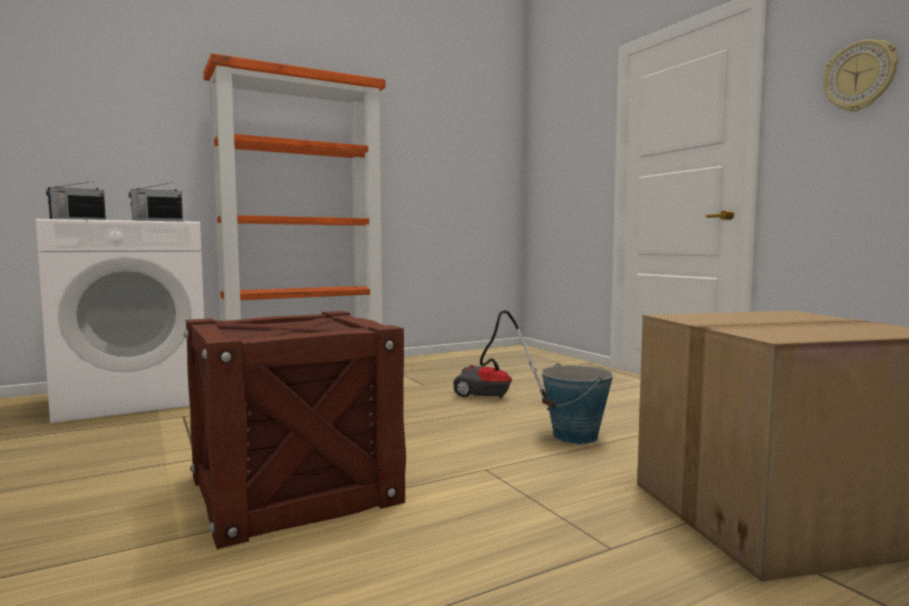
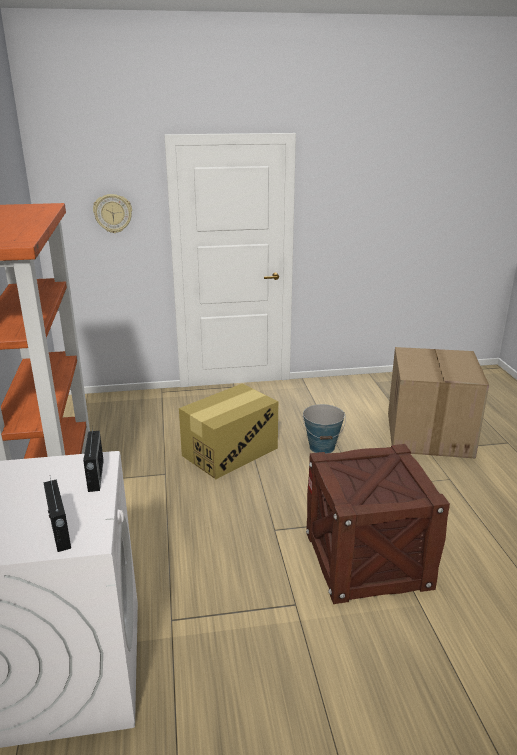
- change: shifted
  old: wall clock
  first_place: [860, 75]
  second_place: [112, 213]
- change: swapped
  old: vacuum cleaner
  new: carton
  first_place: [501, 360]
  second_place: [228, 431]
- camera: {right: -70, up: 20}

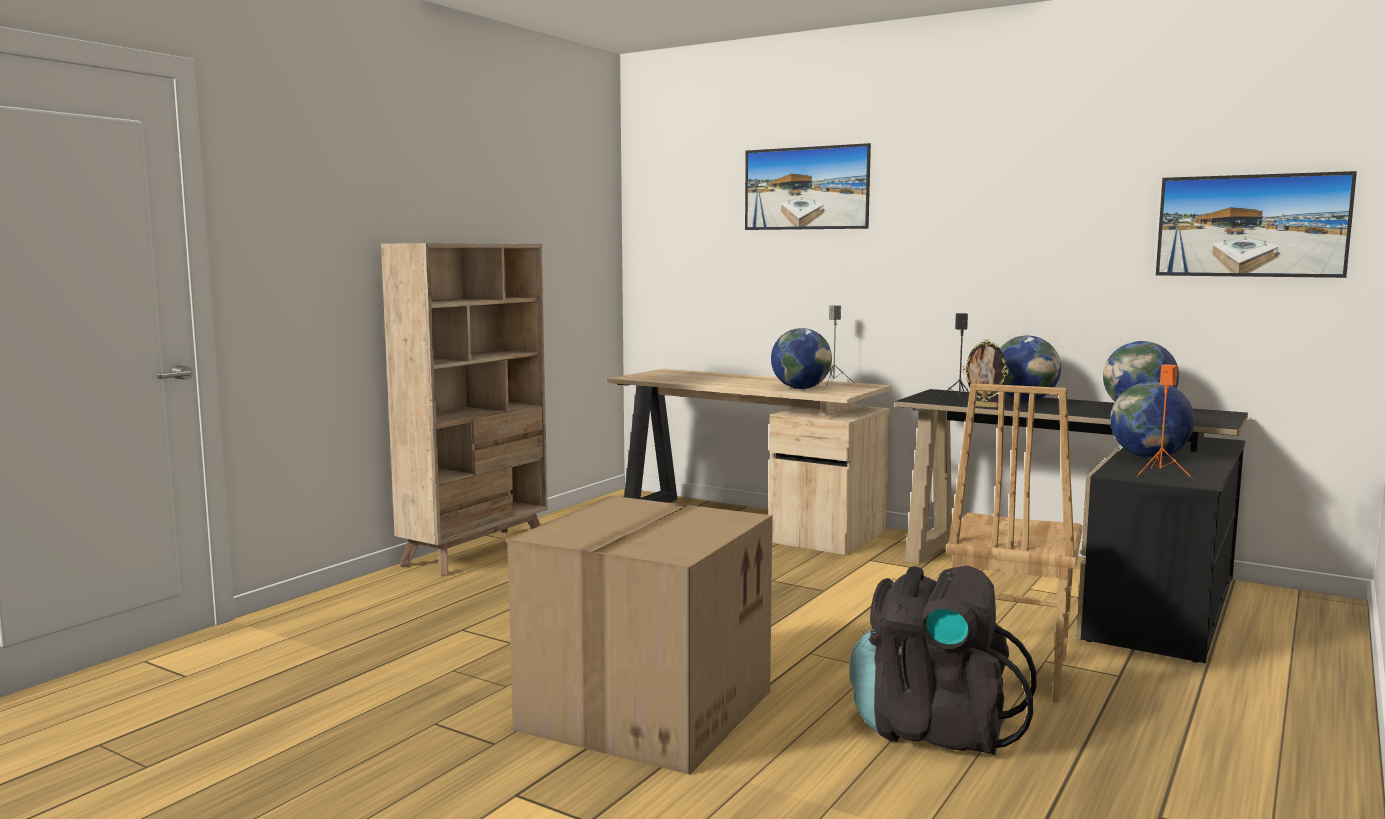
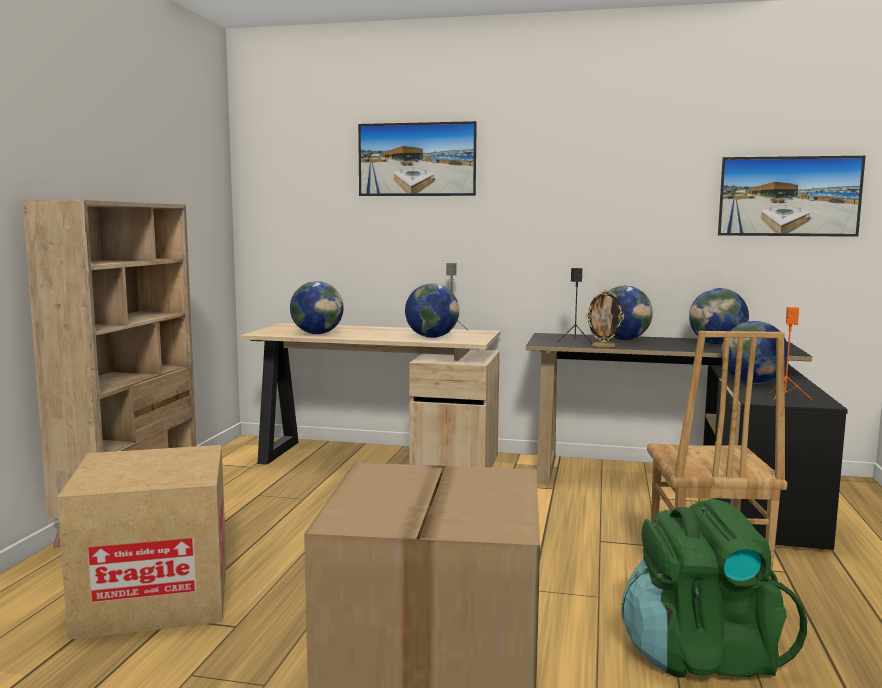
- change: new
  new: carton
  second_place: [141, 542]
- change: new
  new: world globe
  second_place: [317, 307]
- change: repainted
  old: backpack/blackish
  new: backpack/green
  first_place: [943, 660]
  second_place: [714, 588]
- camera: {right: -20, up: 0}

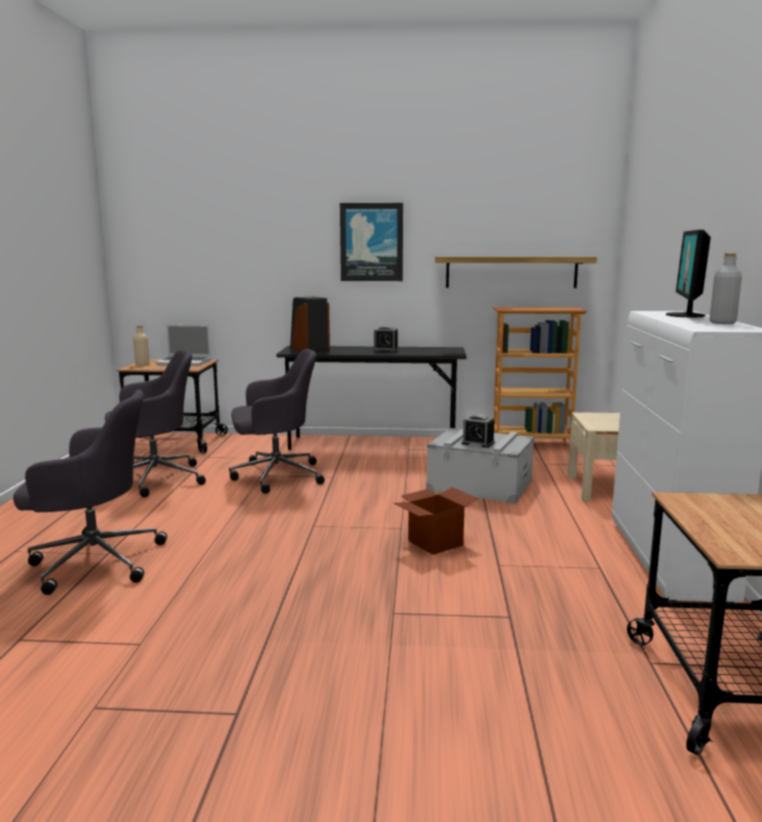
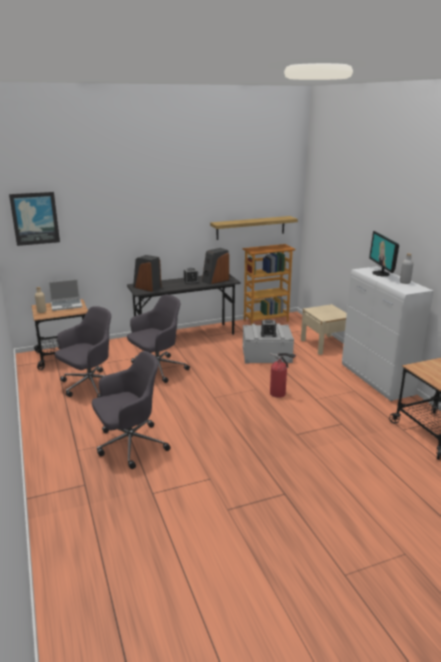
- change: shifted
  old: wall picture
  first_place: [371, 242]
  second_place: [34, 219]
- change: new
  new: speaker
  second_place: [215, 266]
- change: swapped
  old: carton
  new: fire extinguisher
  first_place: [436, 521]
  second_place: [283, 375]
- camera: {right: -25, up: 10}

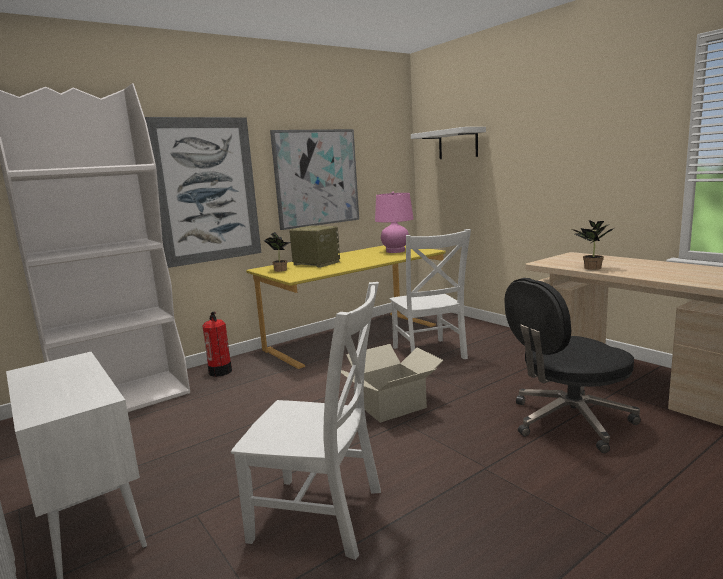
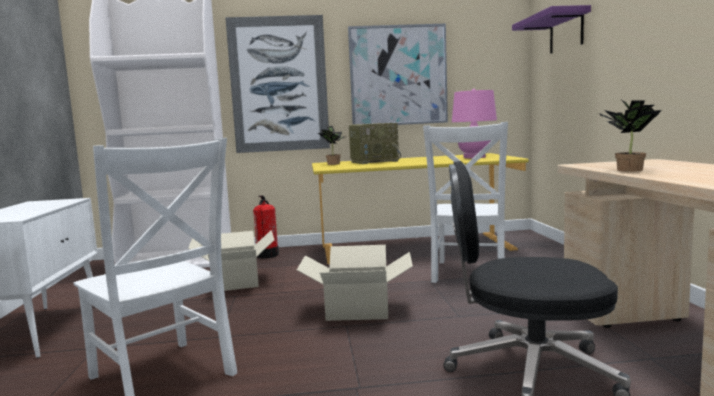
- change: new
  new: carton
  second_place: [231, 260]
- change: rotated
  old: radio
  first_place: [314, 247]
  second_place: [375, 143]
  degrees: 90
- change: repainted
  old: wall shelf/white-coloured
  new: wall shelf/purple-coloured
  first_place: [448, 143]
  second_place: [551, 29]
- camera: {right: 30, up: -5}

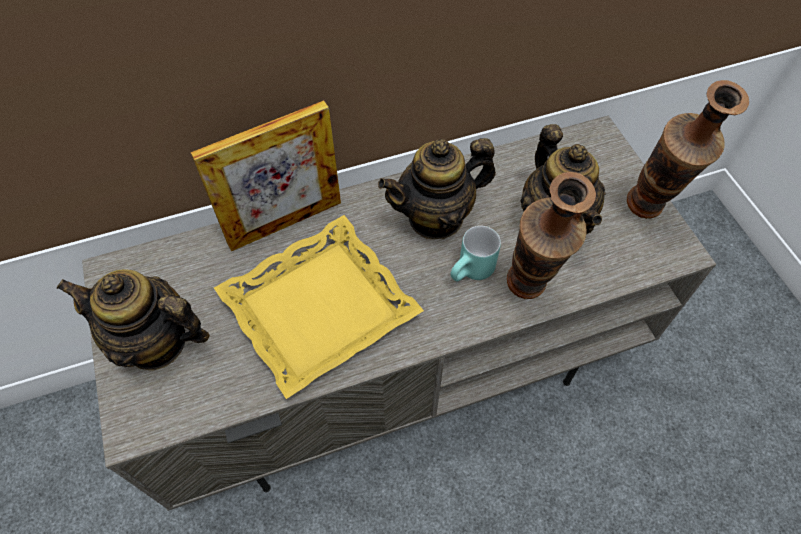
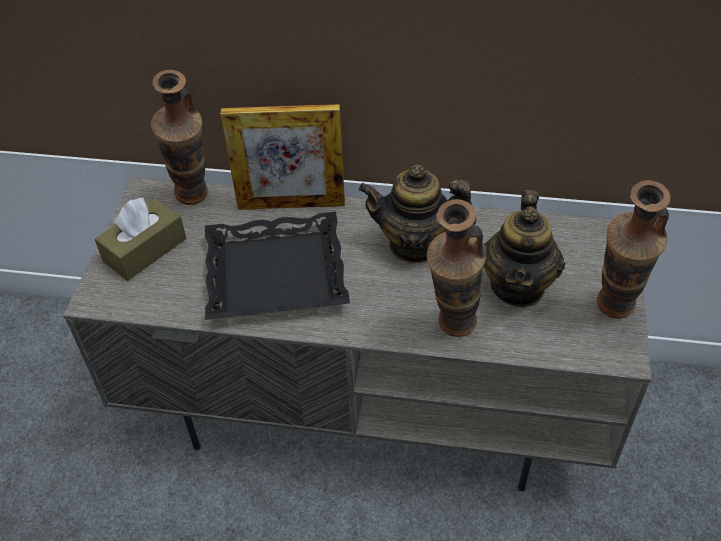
- change: swapped
  old: teapot
  new: tissue holder/brown-coloured
  first_place: [133, 320]
  second_place: [140, 239]
- change: new
  new: decorative vase
  second_place: [179, 137]
- change: repainted
  old: serving tray/yellowish
  new: serving tray/blackish
  first_place: [319, 307]
  second_place: [277, 266]
- change: gone
  old: tea mug/blue-green
  first_place: [475, 253]
- camera: {right: 30, up: -10}

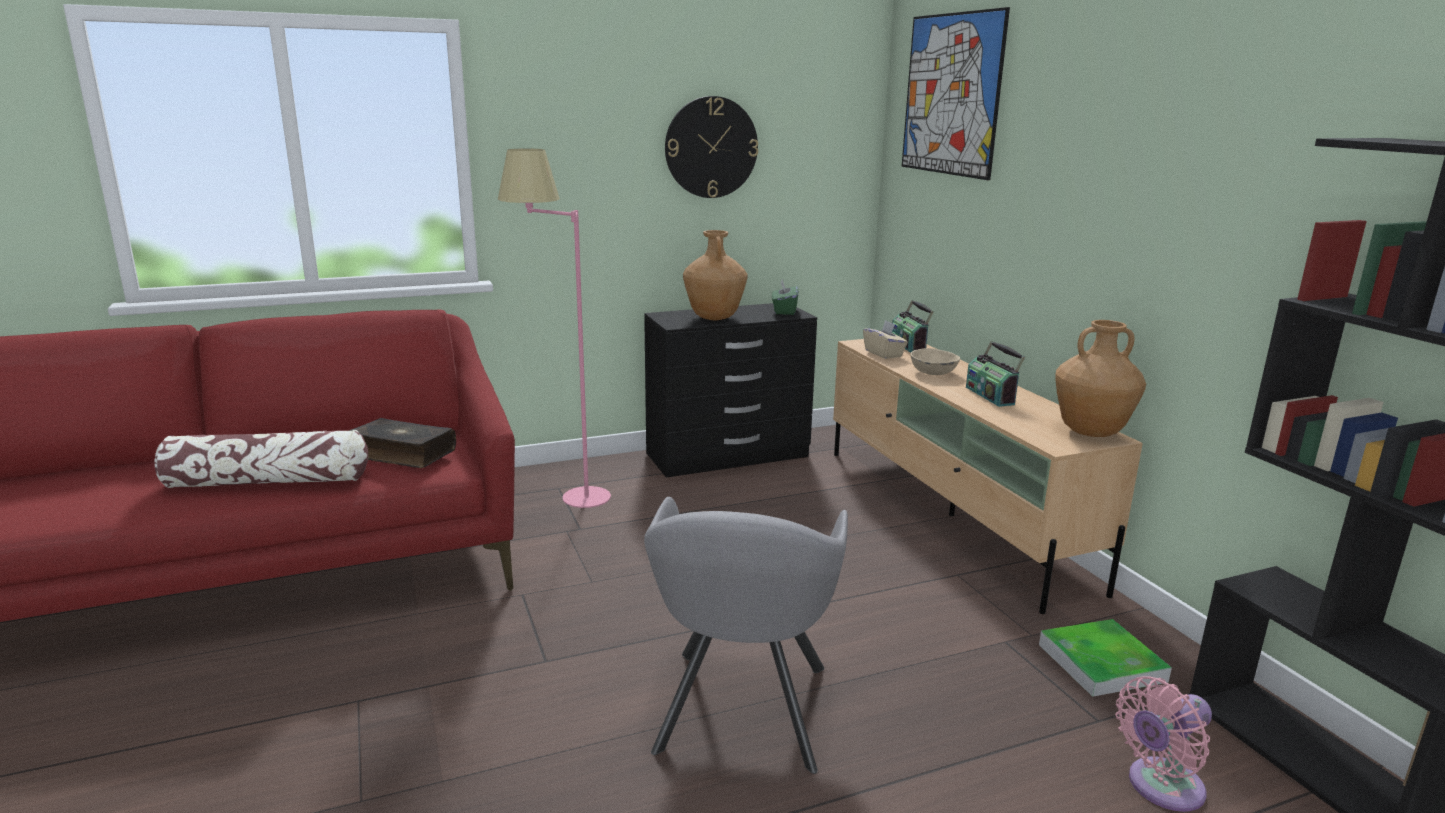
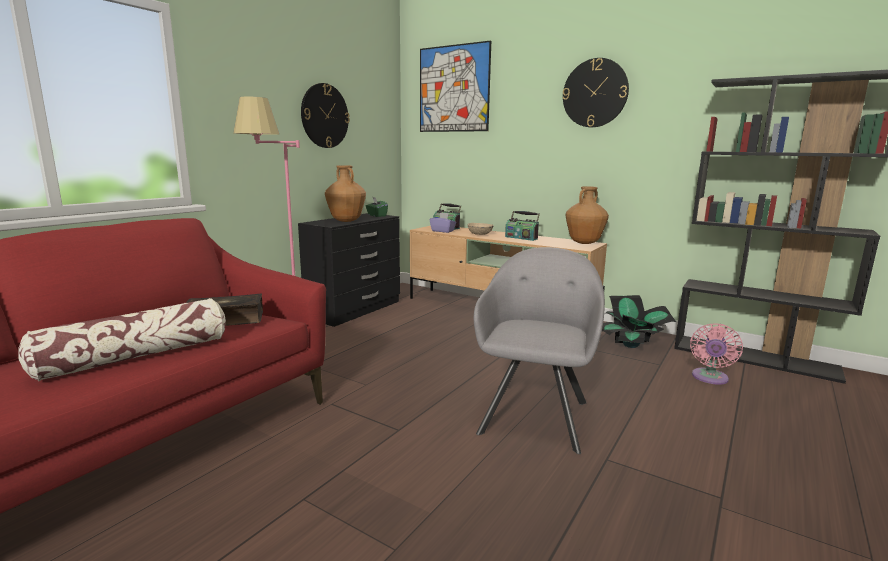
- change: repainted
  old: tissue holder/beige
  new: tissue holder/purple-coloured
  first_place: [885, 339]
  second_place: [443, 222]
- change: rotated
  old: lounge chair/grey
  first_place: [746, 635]
  second_place: [539, 350]
  degrees: -135
- change: new
  new: wall clock
  second_place: [596, 92]
- change: swapped
  old: serving tray
  new: potted plant
  first_place: [1105, 658]
  second_place: [639, 321]
- camera: {right: -35, up: -5}

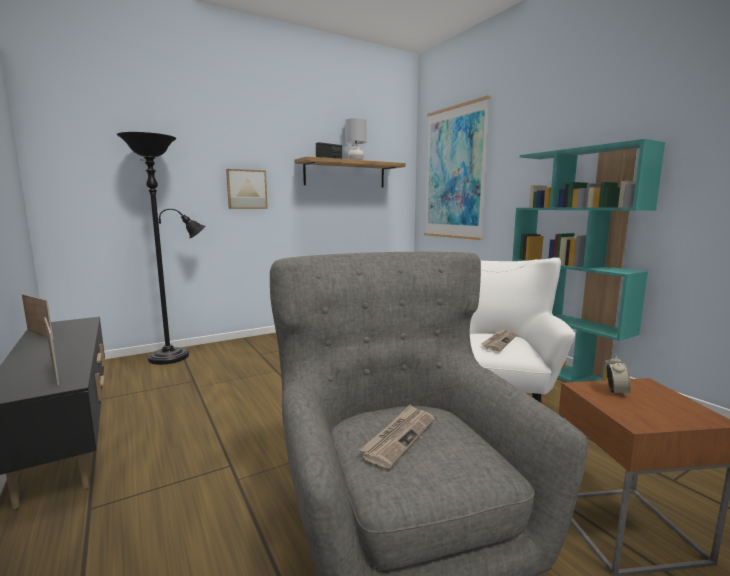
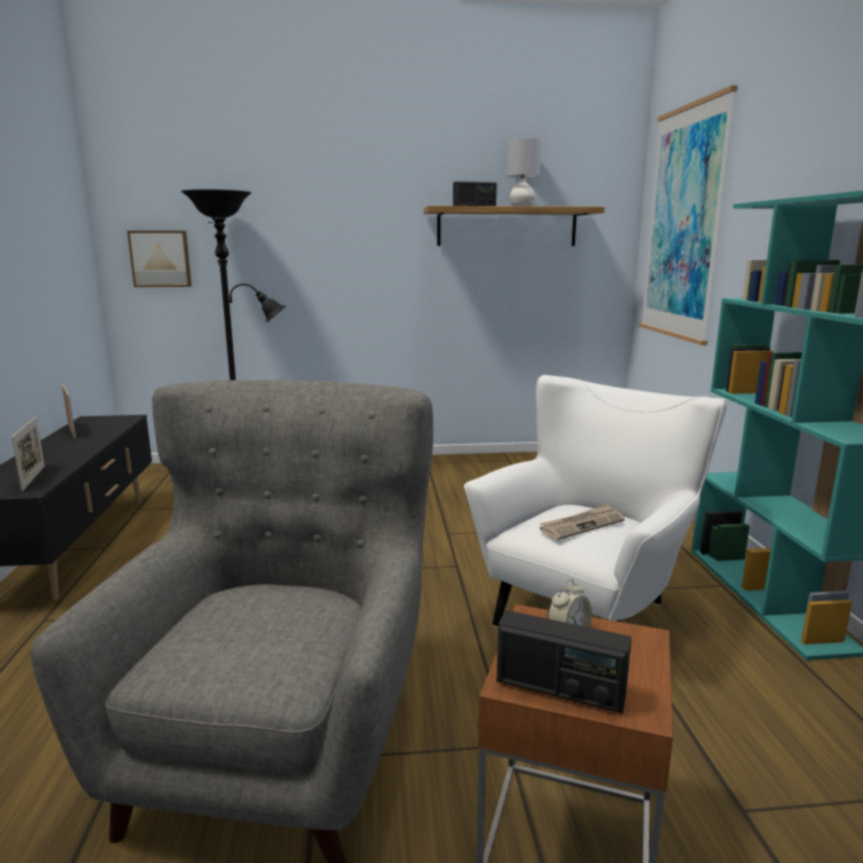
- change: shifted
  old: wall picture
  first_place: [247, 189]
  second_place: [159, 259]
- change: new
  new: radio
  second_place: [564, 662]
- change: gone
  old: newspaper
  first_place: [397, 436]
- camera: {right: 25, up: 5}

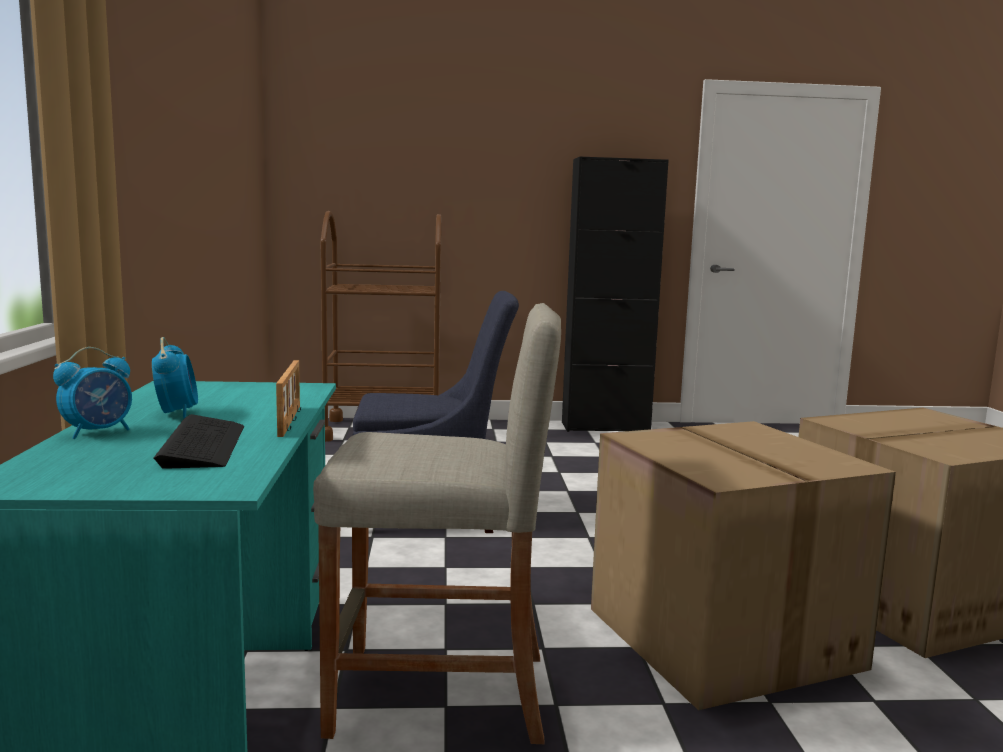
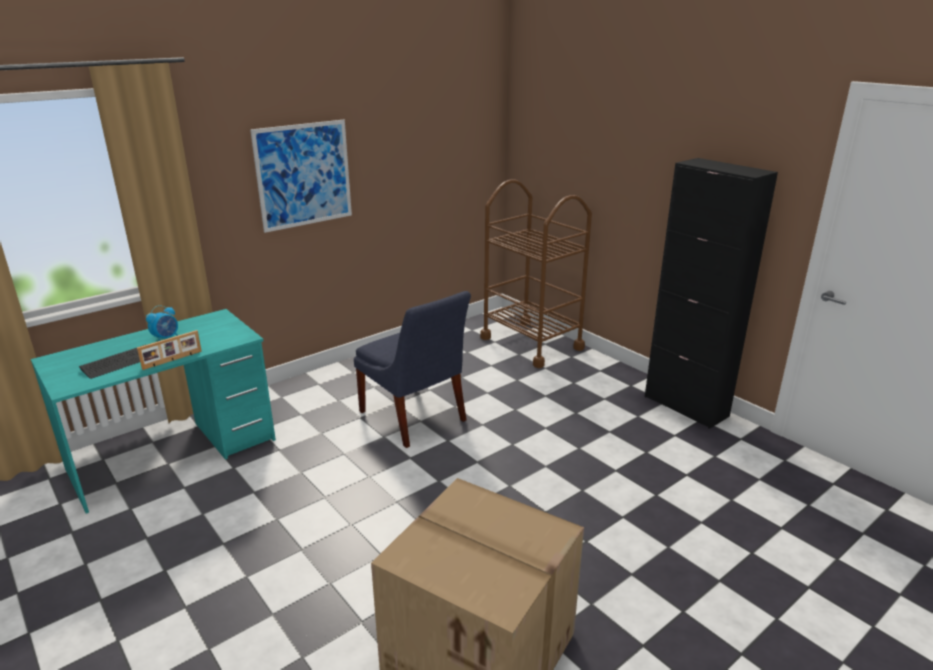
- change: new
  new: wall picture
  second_place: [301, 176]
- change: gone
  old: bedside clock
  first_place: [92, 393]
- change: gone
  old: stool/beige
  first_place: [437, 523]
- change: gone
  old: carton
  first_place: [743, 565]
- camera: {right: 55, up: 15}

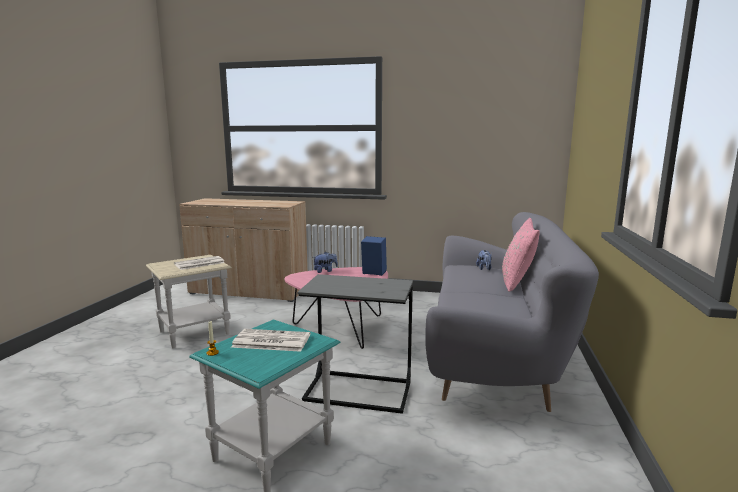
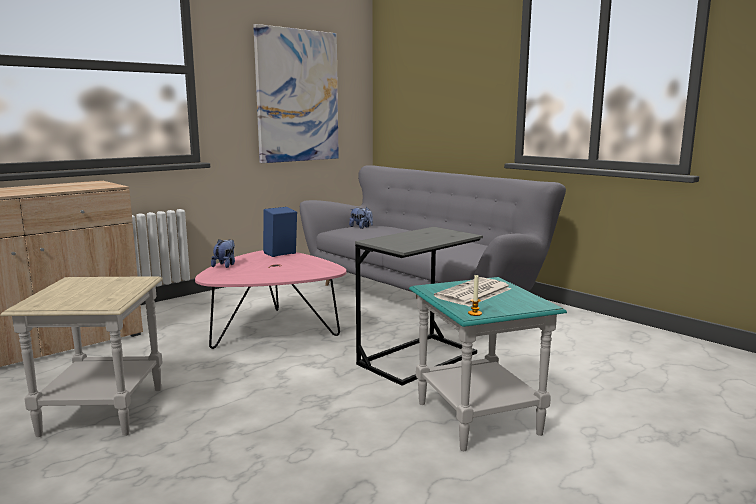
- change: new
  new: wall picture
  second_place: [296, 93]
- change: gone
  old: newspaper
  first_place: [199, 263]
- change: gone
  old: cushion/pink
  first_place: [521, 255]
- camera: {right: -55, up: 0}

